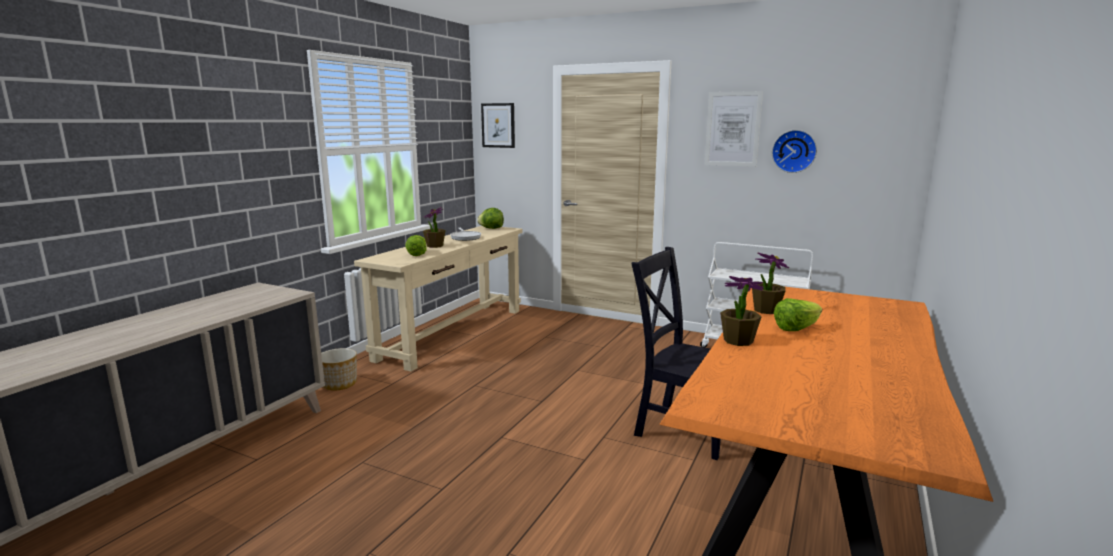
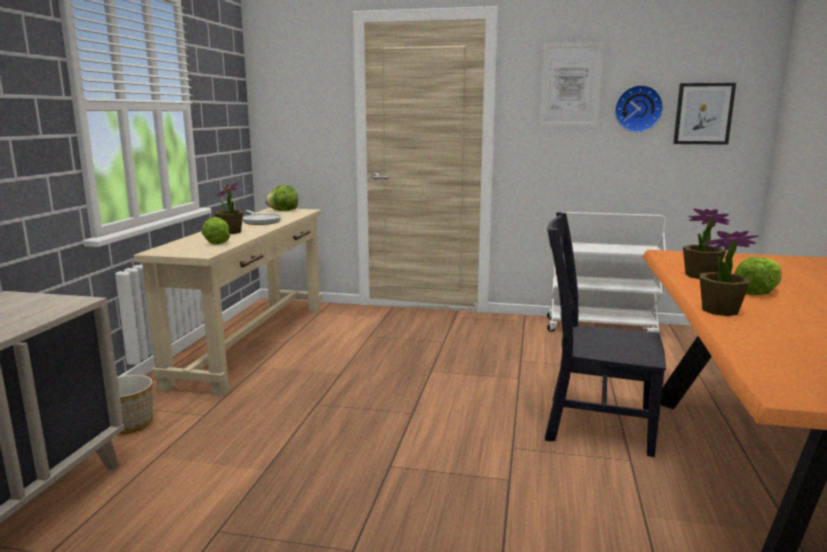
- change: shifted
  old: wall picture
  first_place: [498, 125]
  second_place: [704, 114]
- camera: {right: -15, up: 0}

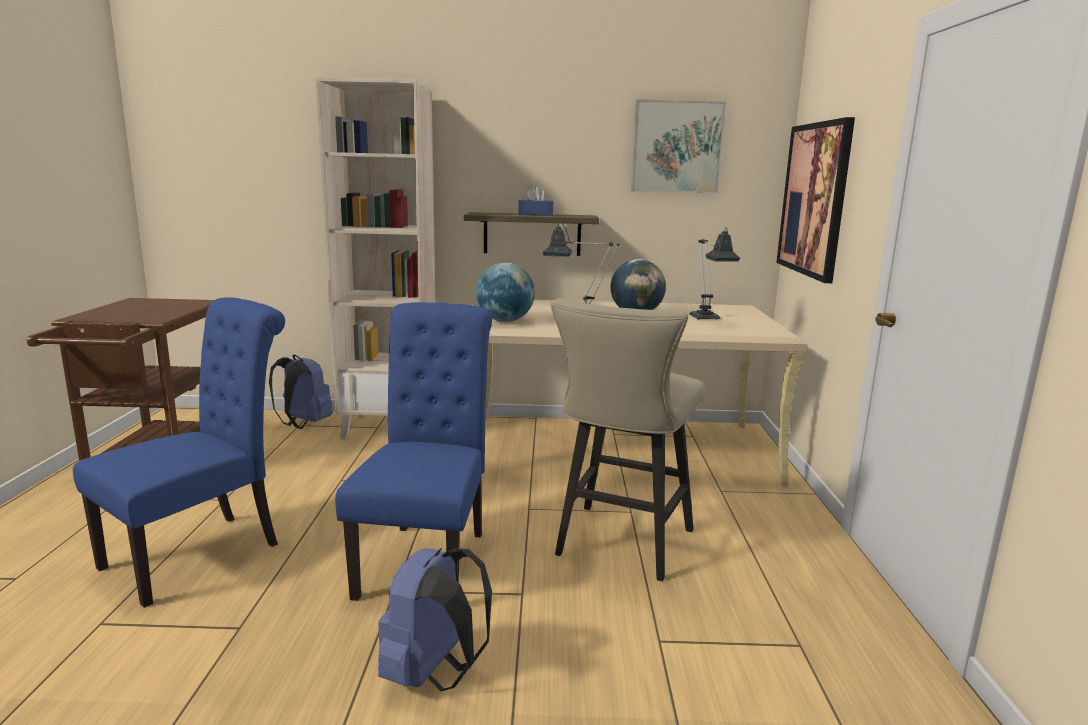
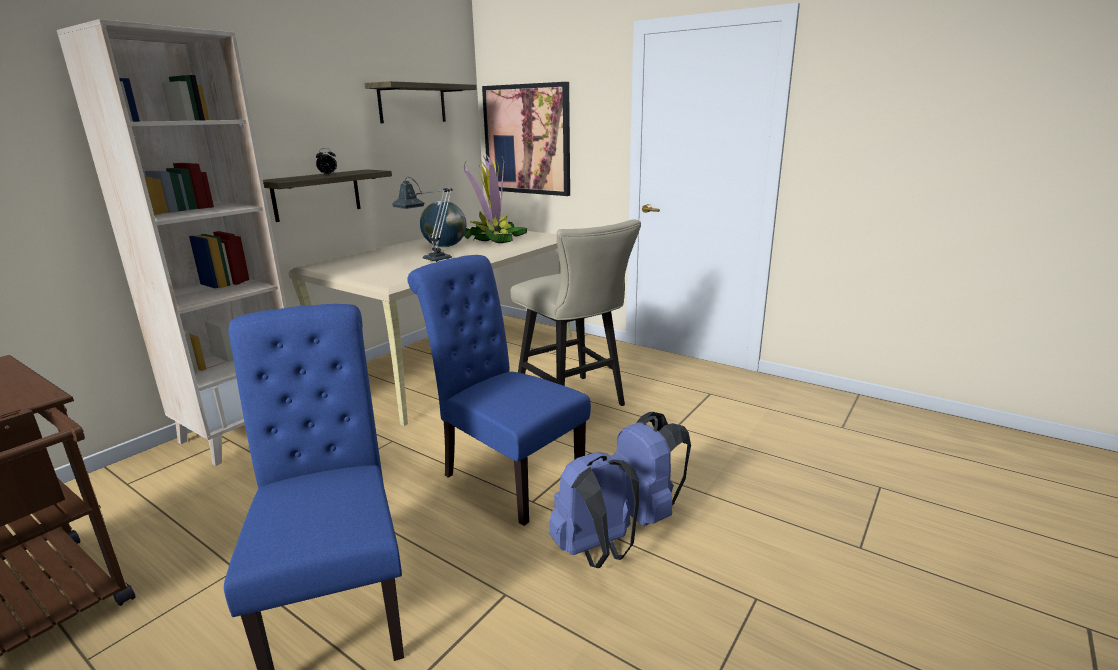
- change: swapped
  old: tissue holder/blue
  new: bedside clock
  first_place: [535, 201]
  second_place: [326, 161]
- change: swapped
  old: wall picture
  new: wall shelf
  first_place: [678, 146]
  second_place: [420, 102]
- change: swapped
  old: tabletop lamp
  new: potted plant
  first_place: [714, 273]
  second_place: [495, 197]
- change: shifted
  old: backpack/blue
  first_place: [301, 391]
  second_place: [594, 510]
- change: gone
  old: world globe
  first_place: [505, 292]
- camera: {right: -55, up: 5}

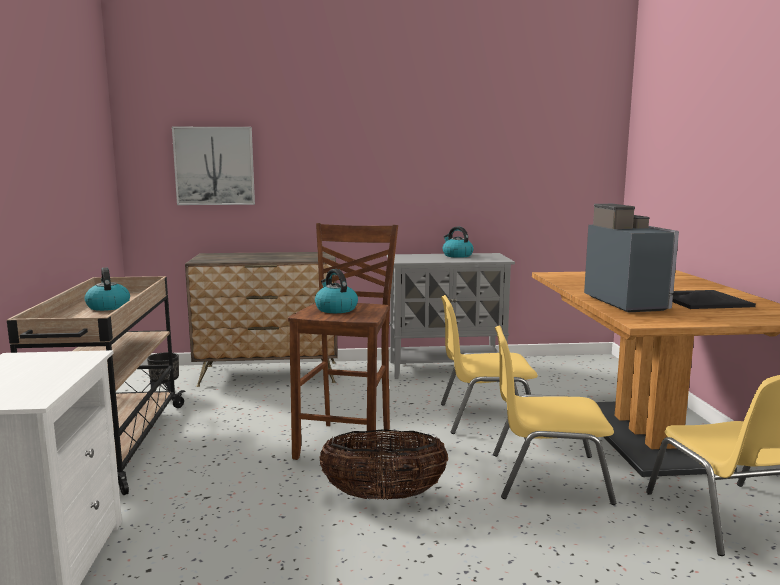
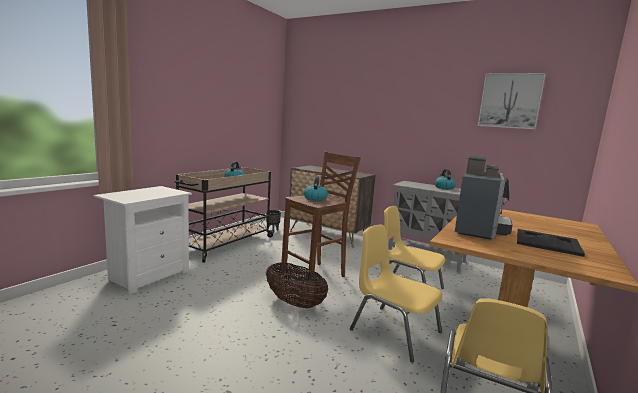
- change: shifted
  old: wall picture
  first_place: [213, 166]
  second_place: [512, 101]
- camera: {right: 35, up: 0}

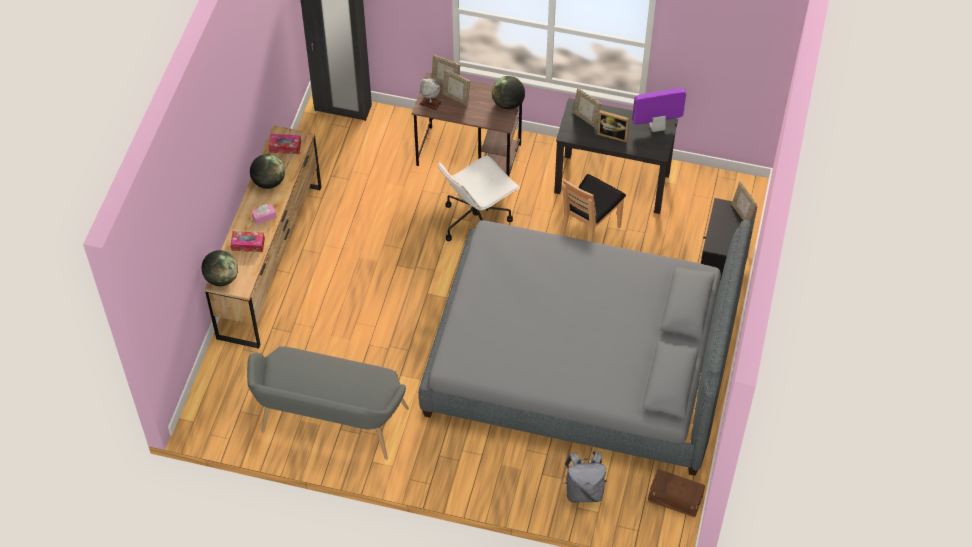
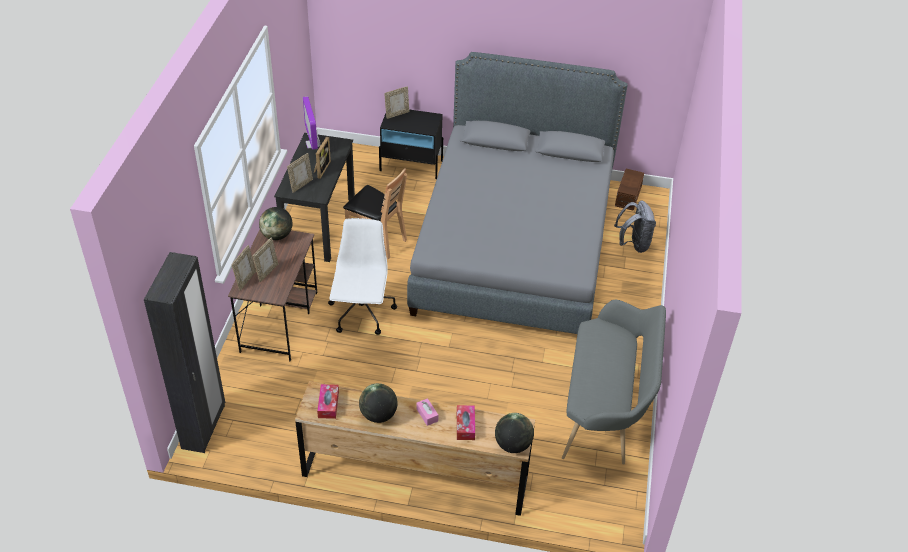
- change: rotated
  old: computer chair/white-coloured
  first_place: [478, 198]
  second_place: [362, 276]
  degrees: -135
- change: gone
  old: world globe
  first_place: [430, 94]
- camera: {right: -95, up: -10}

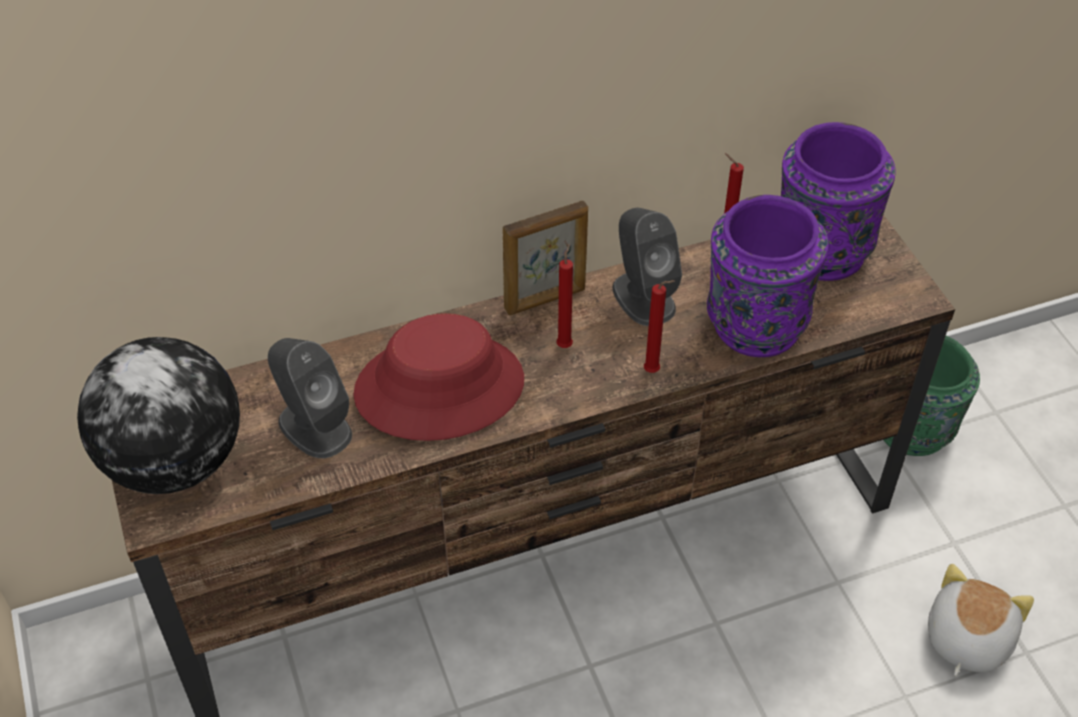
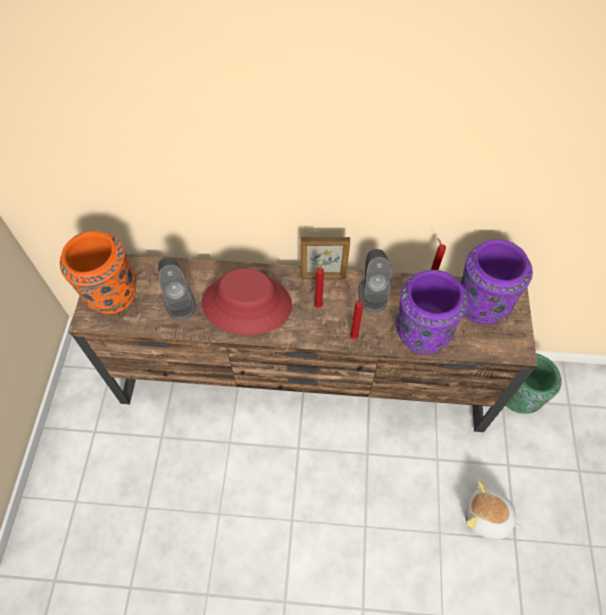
- change: swapped
  old: world globe
  new: decorative vase/orange-coloured
  first_place: [158, 415]
  second_place: [98, 272]
- change: rotated
  old: plush toy
  first_place: [981, 620]
  second_place: [493, 509]
  degrees: -120
- camera: {right: 25, up: 10}

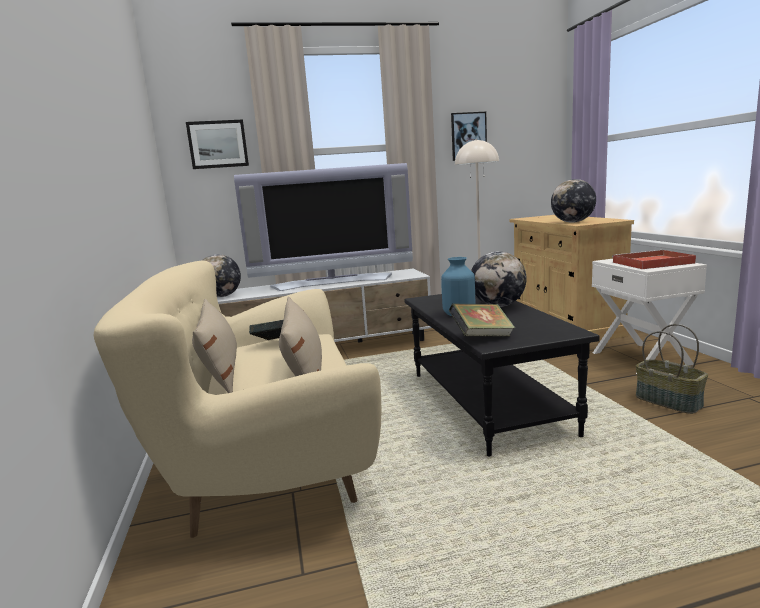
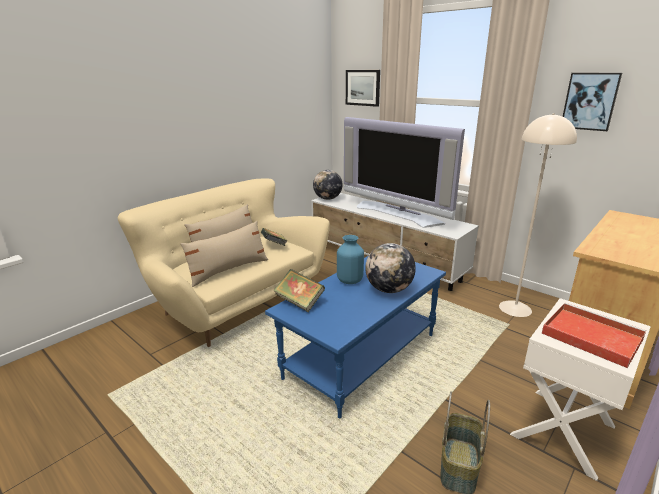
- change: repainted
  old: lounge table/blackish
  new: lounge table/blue
  first_place: [502, 375]
  second_place: [355, 337]
- change: gone
  old: world globe
  first_place: [573, 201]
- camera: {right: 55, up: 10}

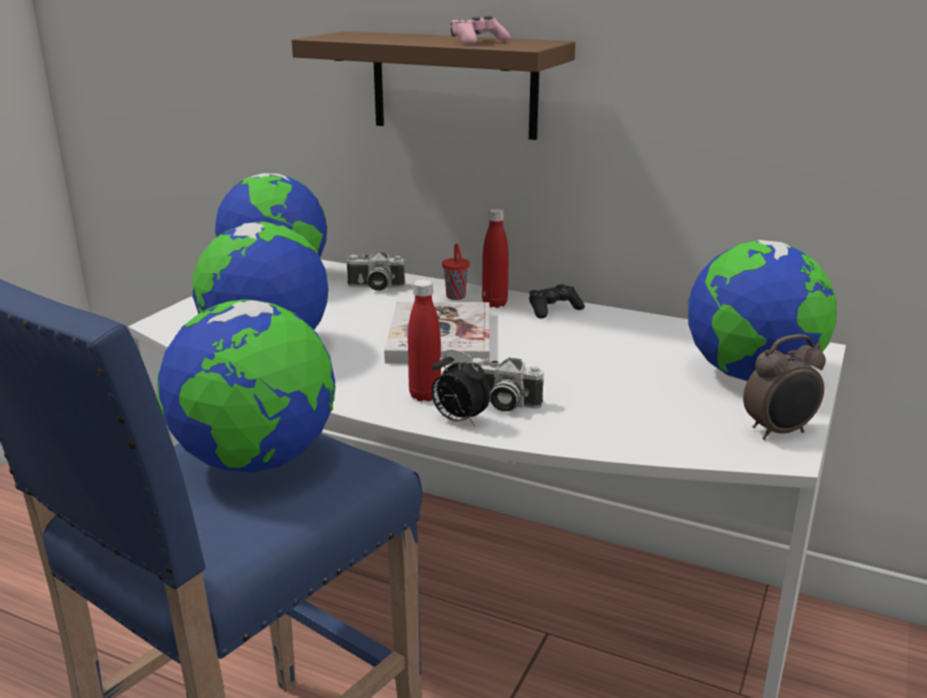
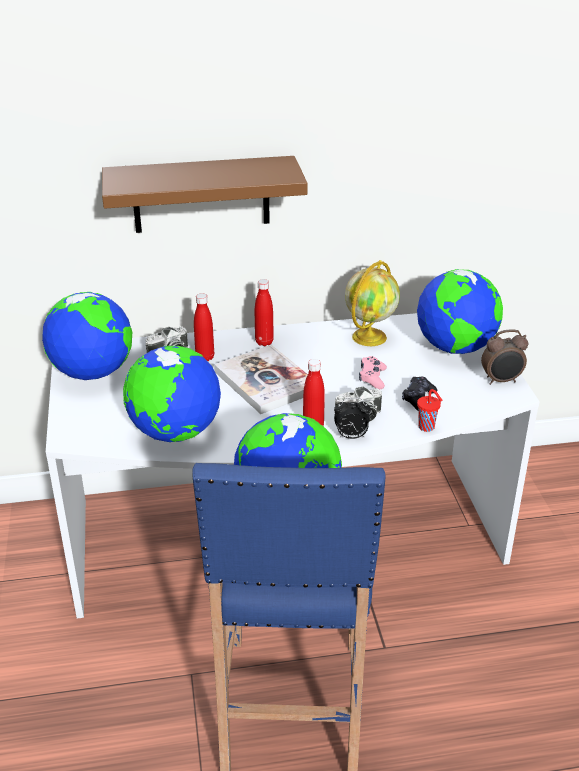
- change: new
  new: beverage bottle/reddish
  second_place: [204, 327]
- change: new
  new: world globe
  second_place: [372, 303]
- change: shifted
  old: joypad/pink
  first_place: [480, 30]
  second_place: [373, 372]
- change: shifted
  old: joypad/blackish
  first_place: [557, 301]
  second_place: [419, 394]
- change: shifted
  old: drinking cup/reddish
  first_place: [456, 271]
  second_place: [429, 410]
- change: rotated
  old: bedside clock
  first_place: [784, 387]
  second_place: [504, 357]
  degrees: 45
- camera: {right: -35, up: 10}

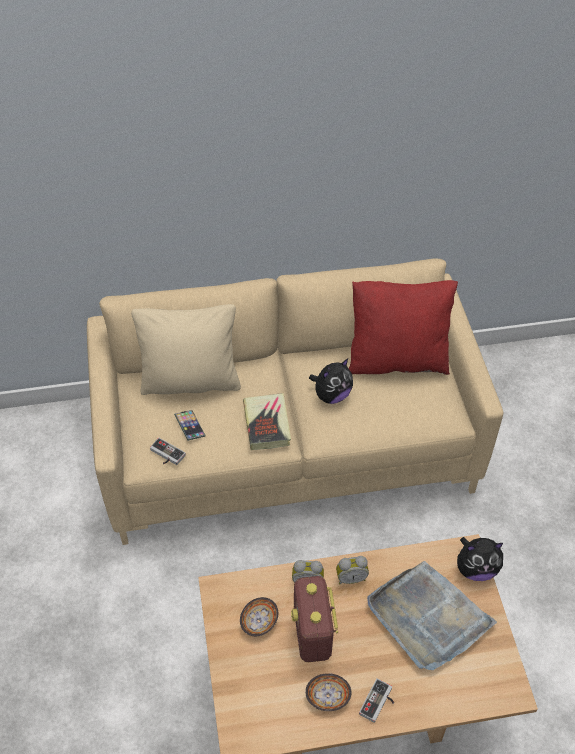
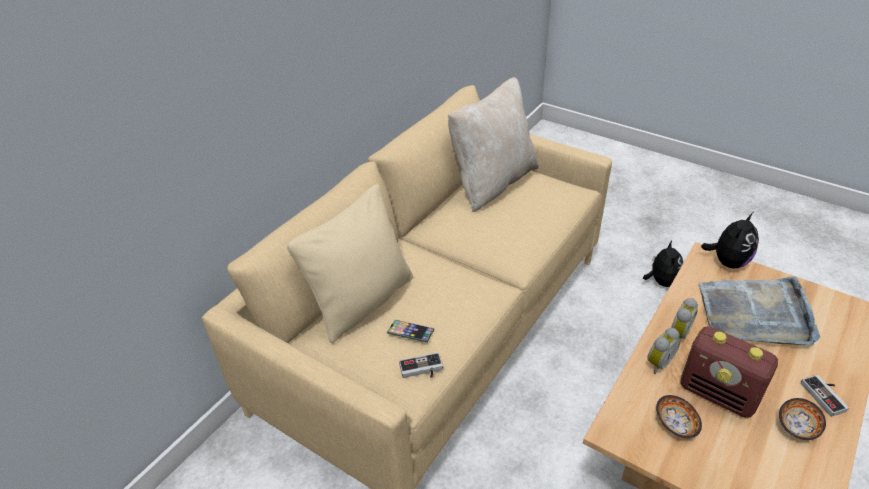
- change: repainted
  old: cushion/reddish
  new: cushion/beige
  first_place: [403, 327]
  second_place: [493, 144]
- change: shifted
  old: plush toy
  first_place: [331, 381]
  second_place: [663, 264]
- change: gone
  old: volume
  first_place: [267, 421]
- camera: {right: -45, up: -10}

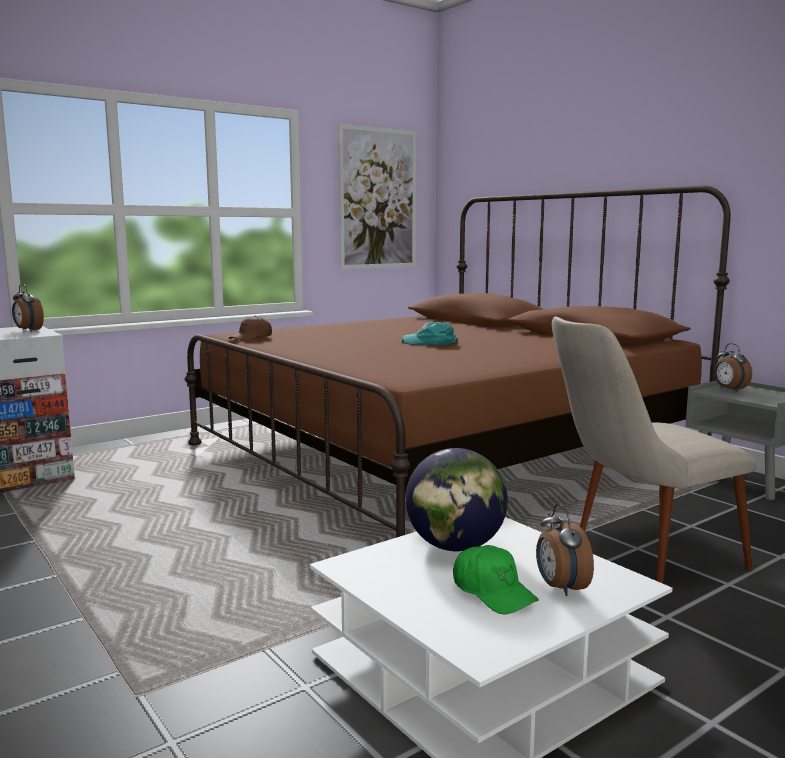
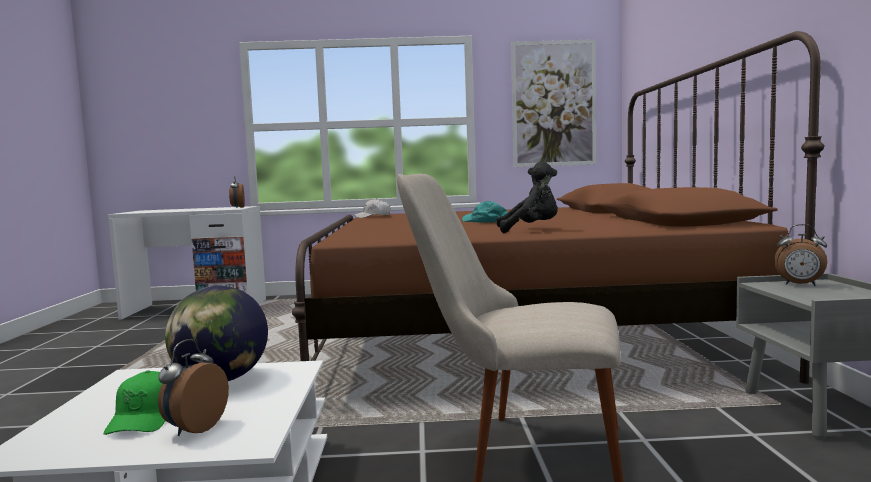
- change: repainted
  old: baseball cap/brown-coloured
  new: baseball cap/white-coloured
  first_place: [250, 328]
  second_place: [372, 208]
- change: new
  new: plush toy/blackish
  second_place: [527, 197]
- change: rotated
  old: bedside clock
  first_place: [733, 367]
  second_place: [800, 255]
  degrees: -75
- camera: {right: 35, up: -5}

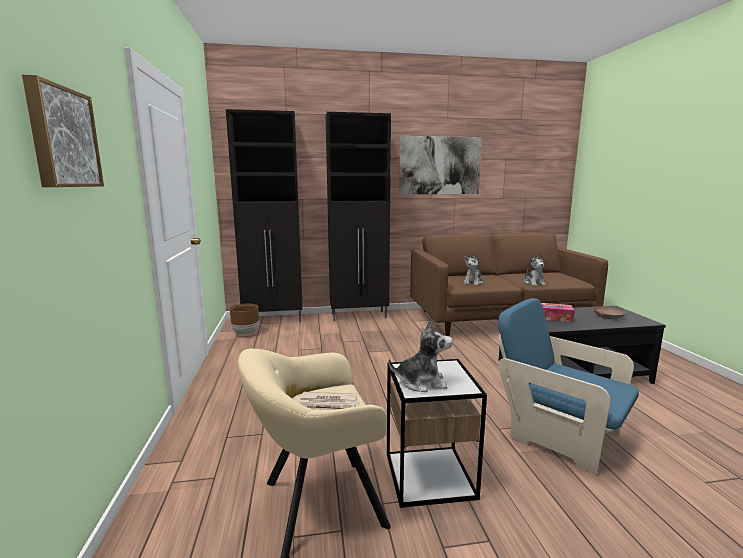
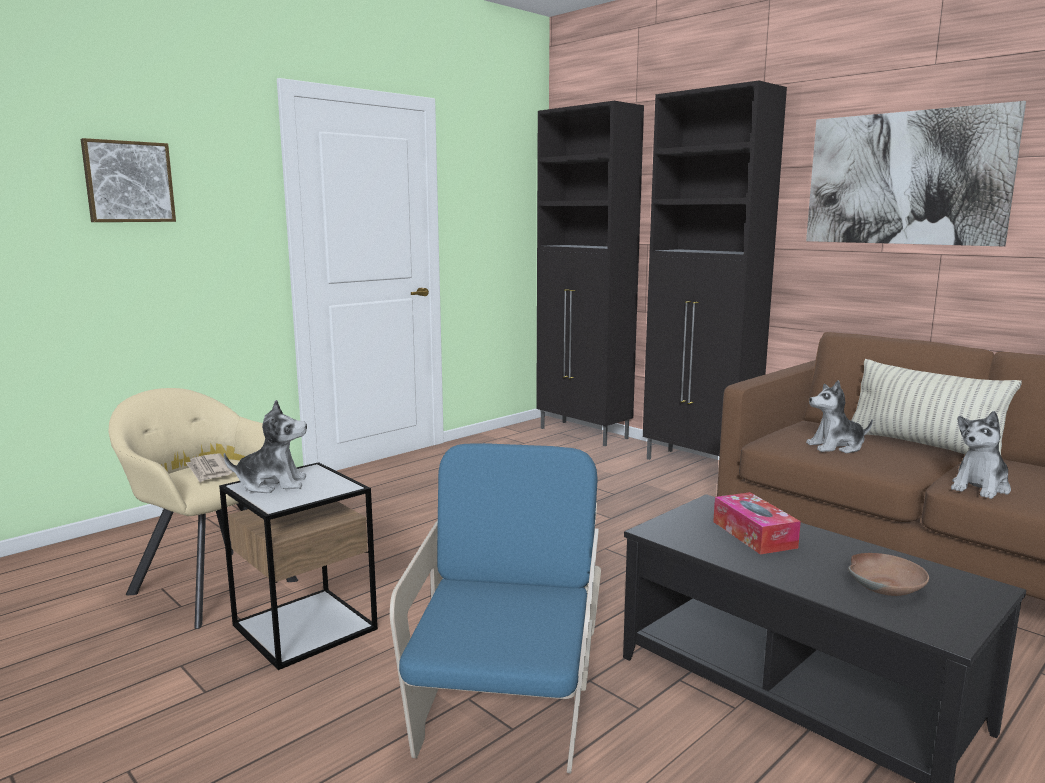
- change: rotated
  old: plush toy
  first_place: [420, 356]
  second_place: [265, 446]
  degrees: -60
- change: new
  new: cushion
  second_place: [936, 407]
- change: gone
  old: plant pot/brown-coloured
  first_place: [244, 319]
- camera: {right: 55, up: 0}

